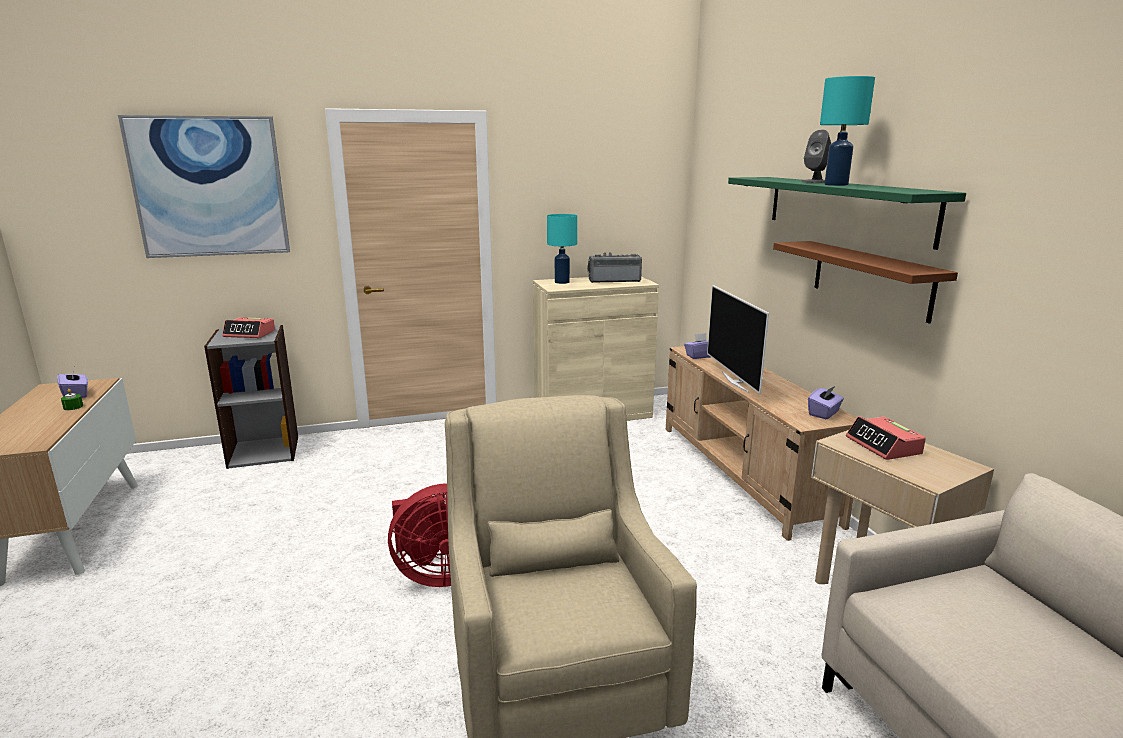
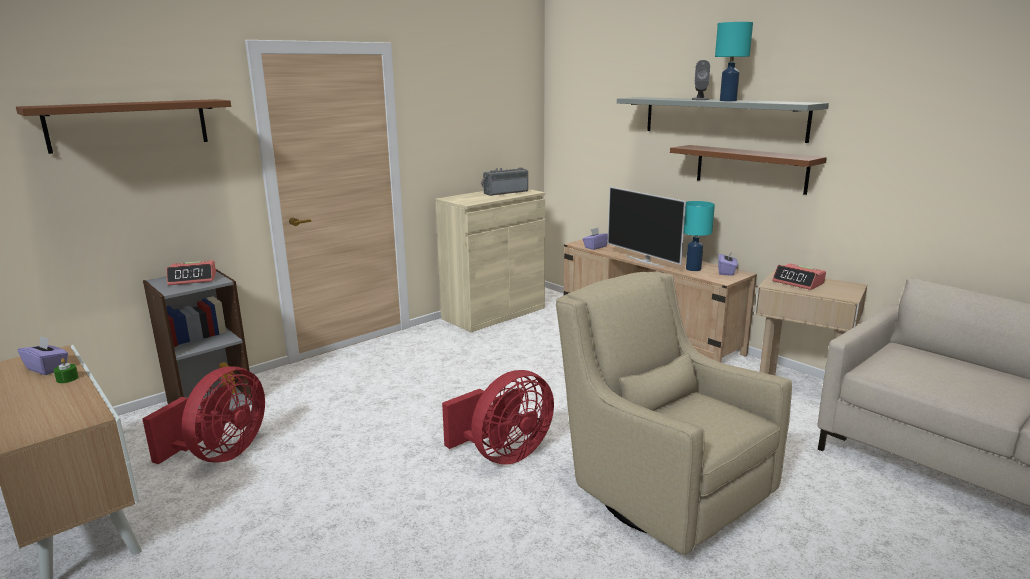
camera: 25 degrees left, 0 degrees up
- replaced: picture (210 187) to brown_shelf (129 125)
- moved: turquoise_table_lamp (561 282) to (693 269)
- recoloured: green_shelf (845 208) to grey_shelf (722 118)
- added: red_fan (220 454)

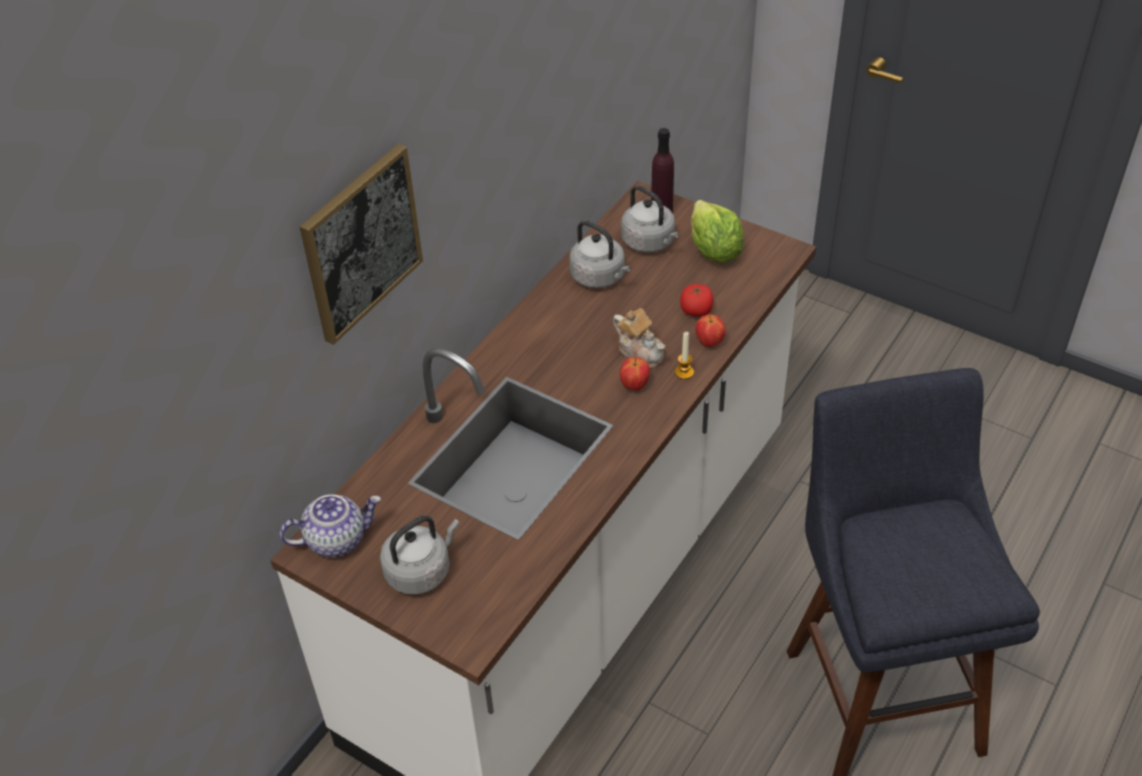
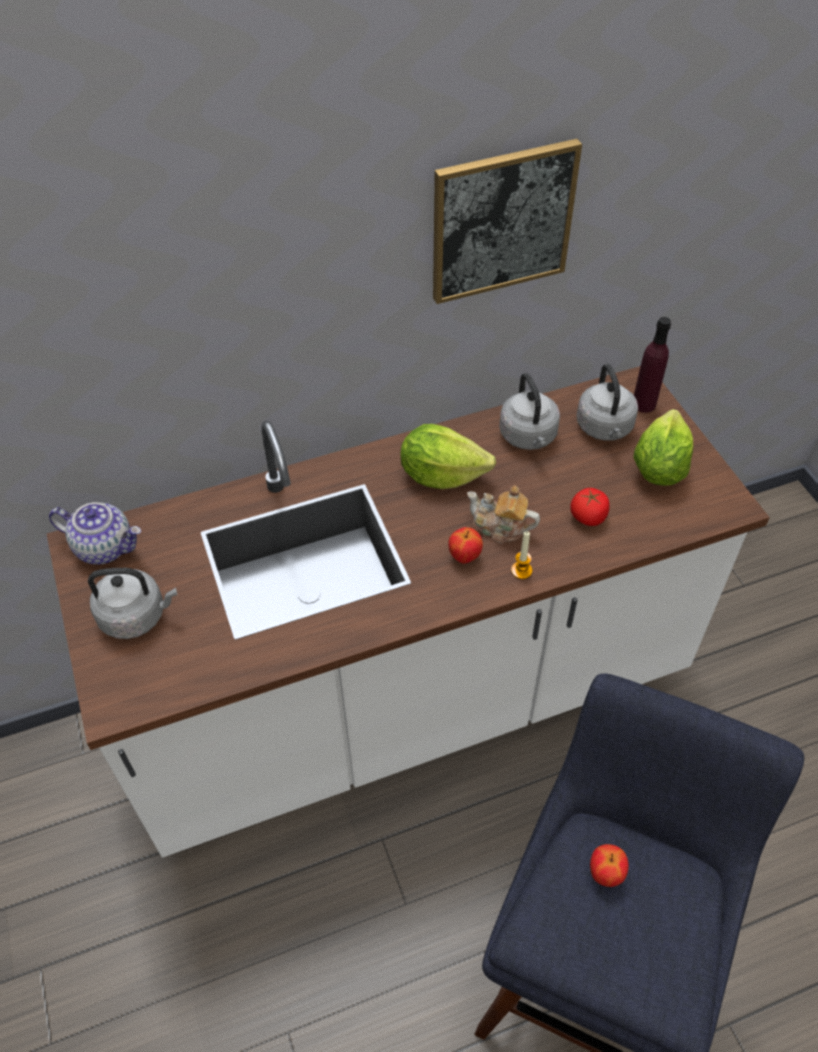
camera: 35 degrees right, 5 degrees up
- moved: picture (361 243) to (501 221)
- turned: teapot (640 351) = (500 527) 120 degrees clockwise
- moved: apple (709 343) to (605 873)
- added: lettuce (441 475)

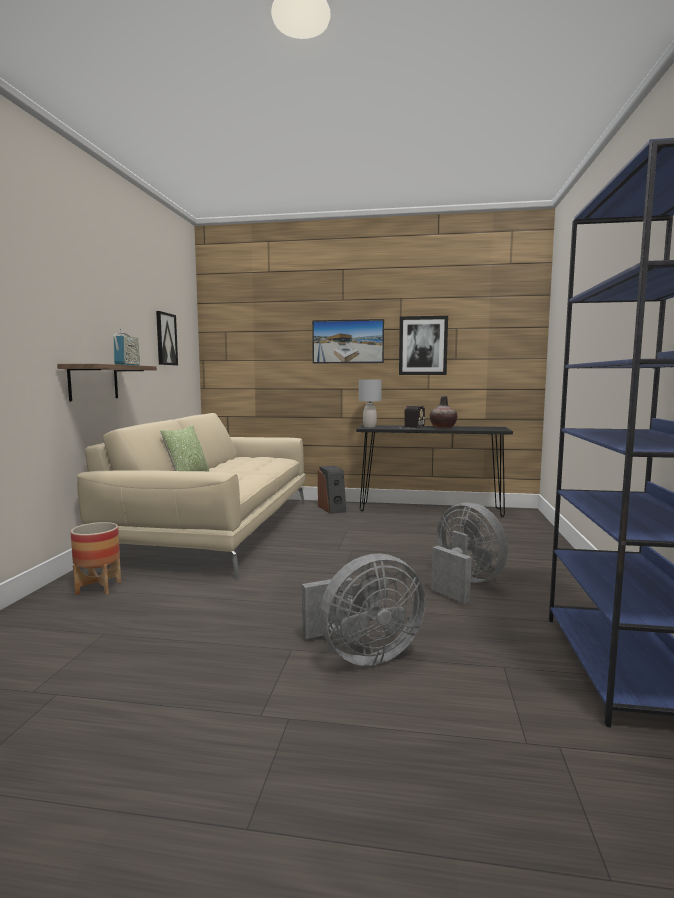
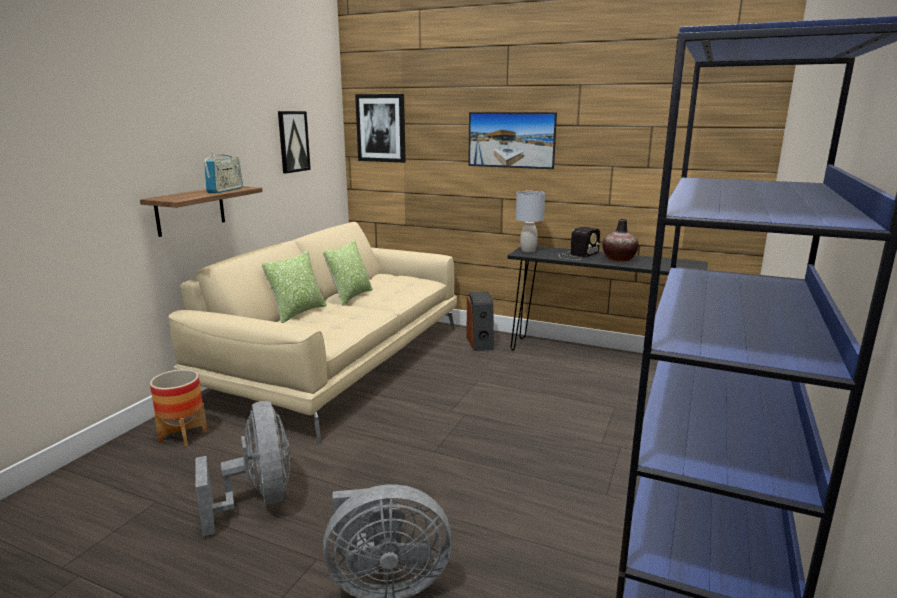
camera: 15 degrees right, 10 degrees up
- moved: picture (423 345) to (381 128)
- moved: grey_fan (464 584) to (258 499)
- added: pillow (350 296)

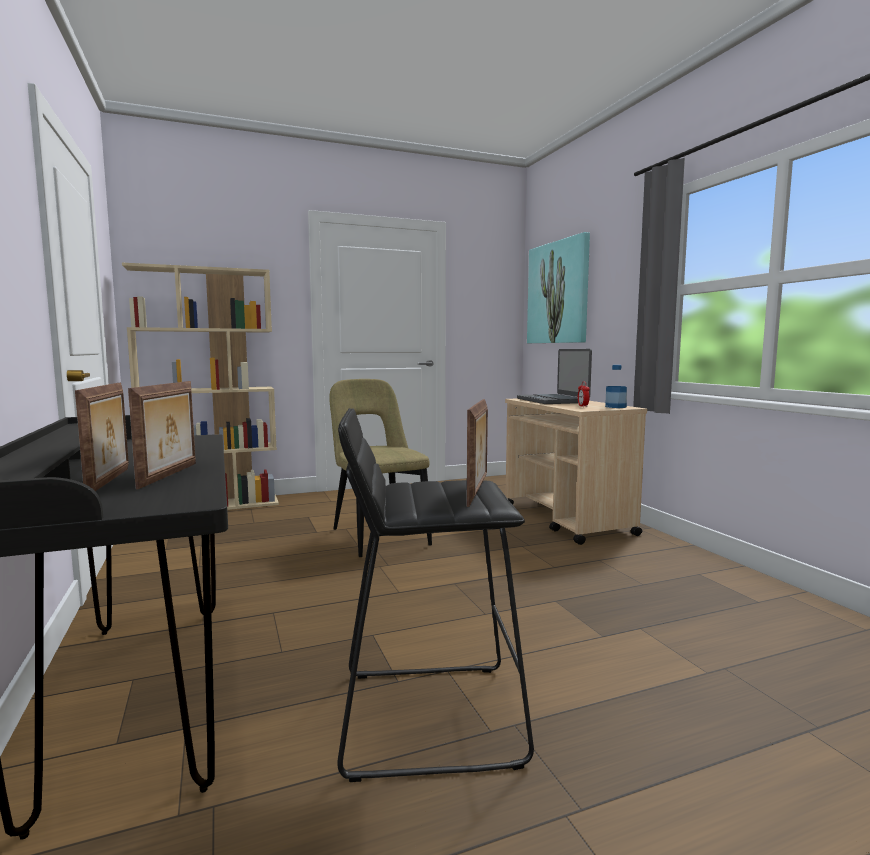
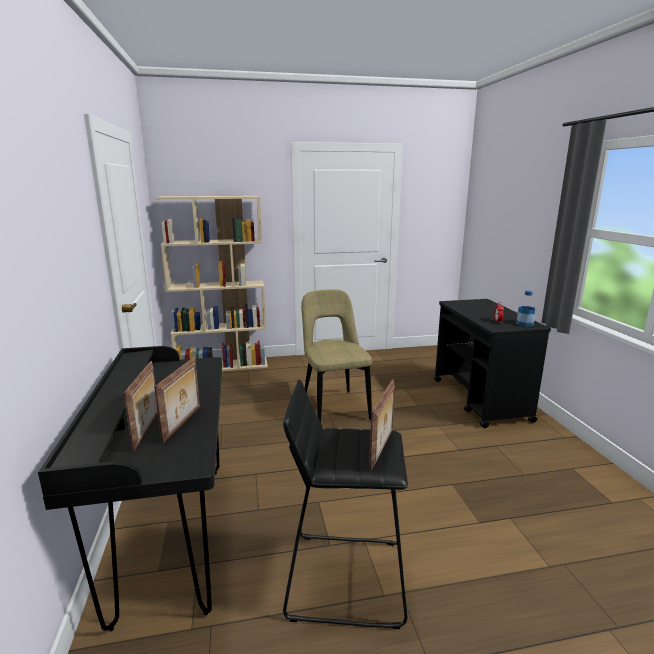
camera: 10 degrees right, 10 degrees up
- recoloured: beige_cart (567 520) to black_cart (480 400)
- removed: laptop (552 400)
- removed: picture (558 293)

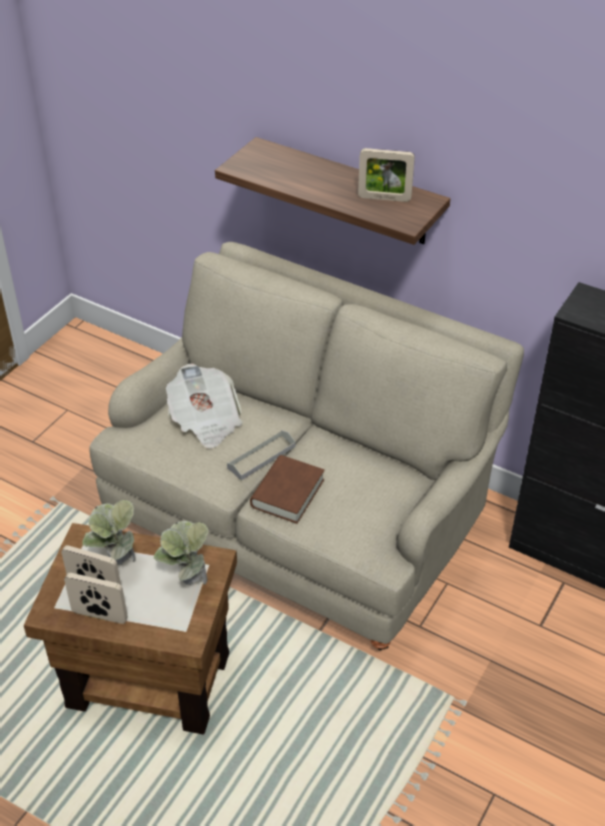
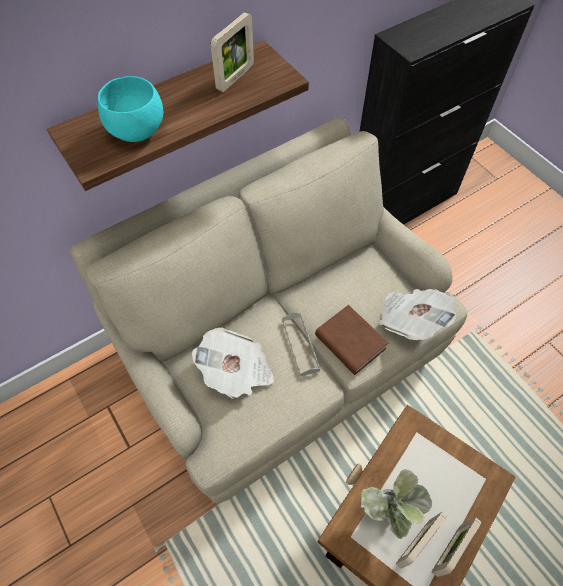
camera: 65 degrees left, 15 degrees up
- removed: potted_plant (188 582)
- added: turquoise_bowl (136 132)
- added: newspaper (410 320)

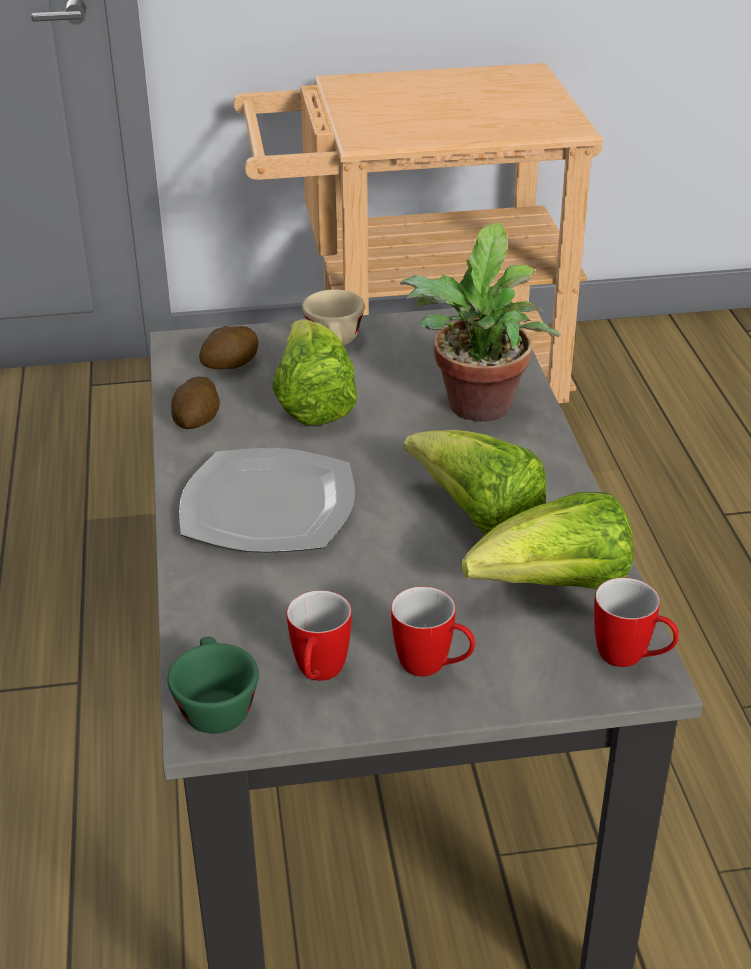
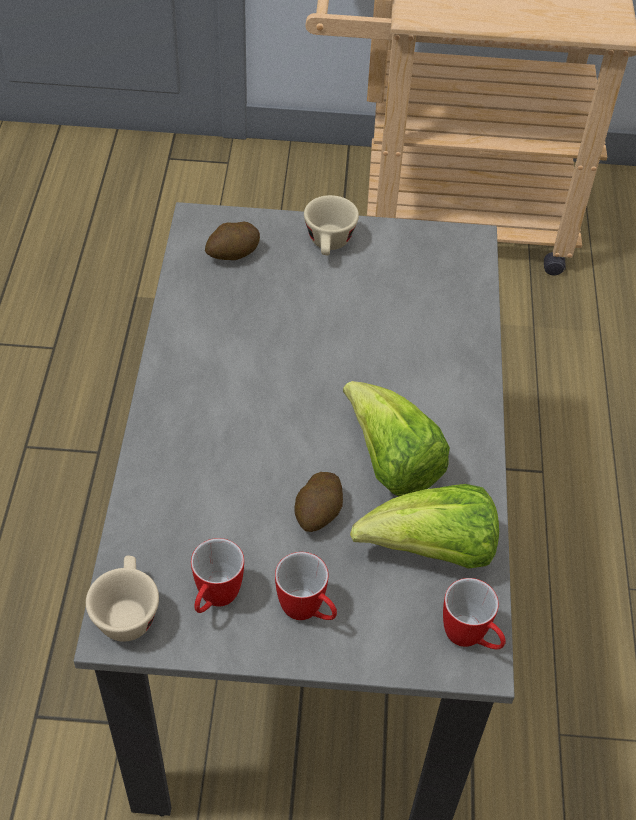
camera: 10 degrees right, 15 degrees up
- recoloured: green_cup (214 705) to beige_cup (126 611)
- moved: potato (197 421) to (318 513)
- removed: plate (269 507)
- removed: lettuce (313 402)
- removed: potted_plant (476 410)

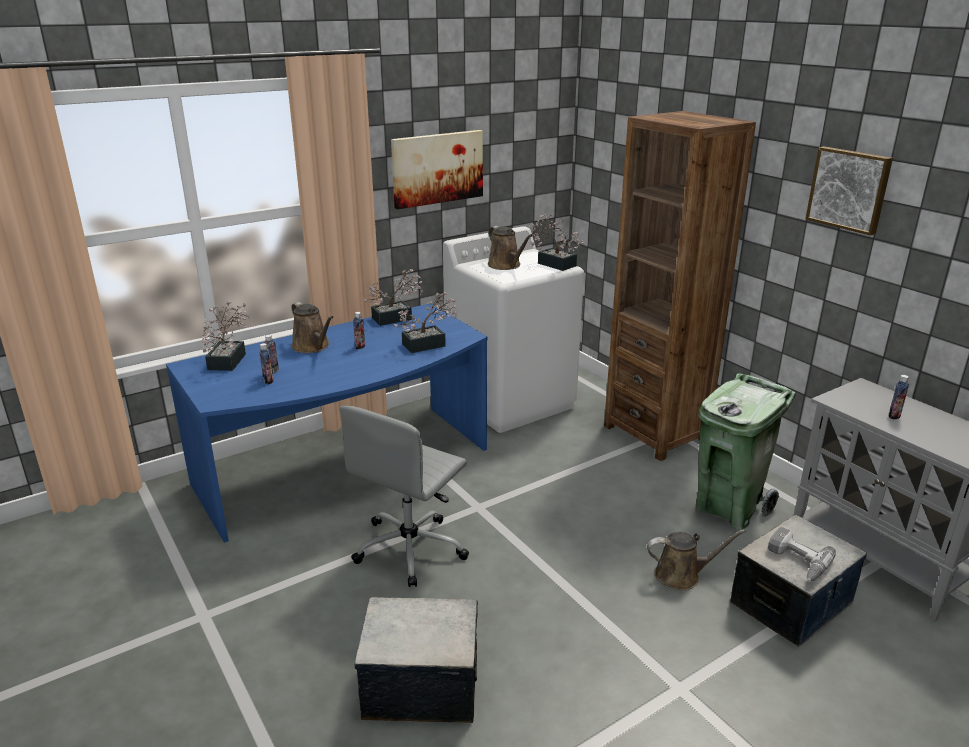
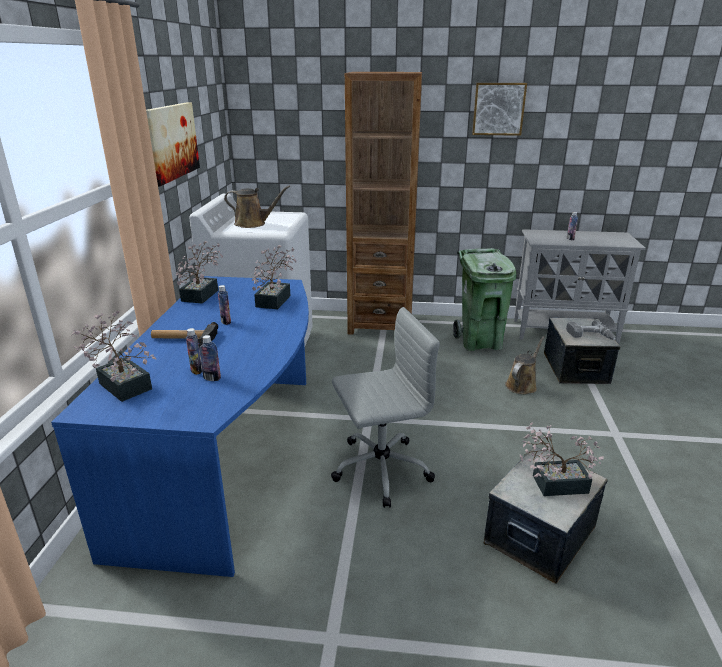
camera: 50 degrees left, 0 degrees up
- replaced: brown_watering_can (312 346) to hammer (183 339)
- turned: grey_office_chair (411 548) = (379 469) 90 degrees counterclockwise
- moved: potted_plant (553 263) to (553 484)

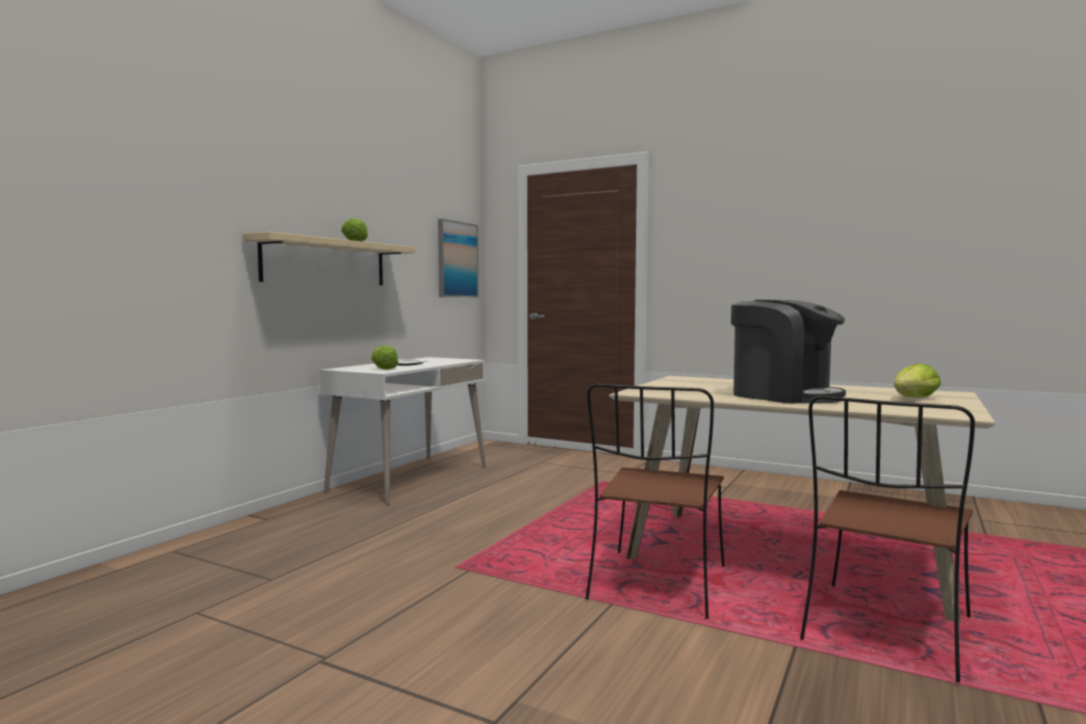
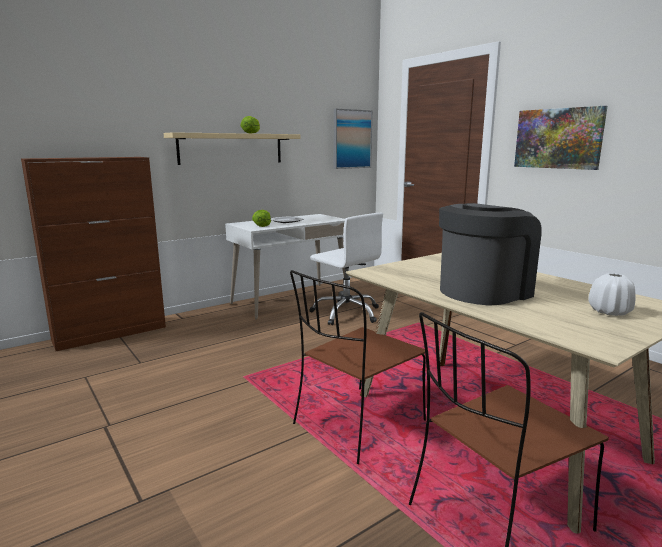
camera: 25 degrees right, 10 degrees up
- turned: coffee_machine (784 396) = (484 291) 105 degrees counterclockwise
- replaced: lettuce (914 398) to white_vase (609 312)
- added: brown_cabinet (111 333)
- added: white_office_chair (346 313)
- added: picture (558 138)

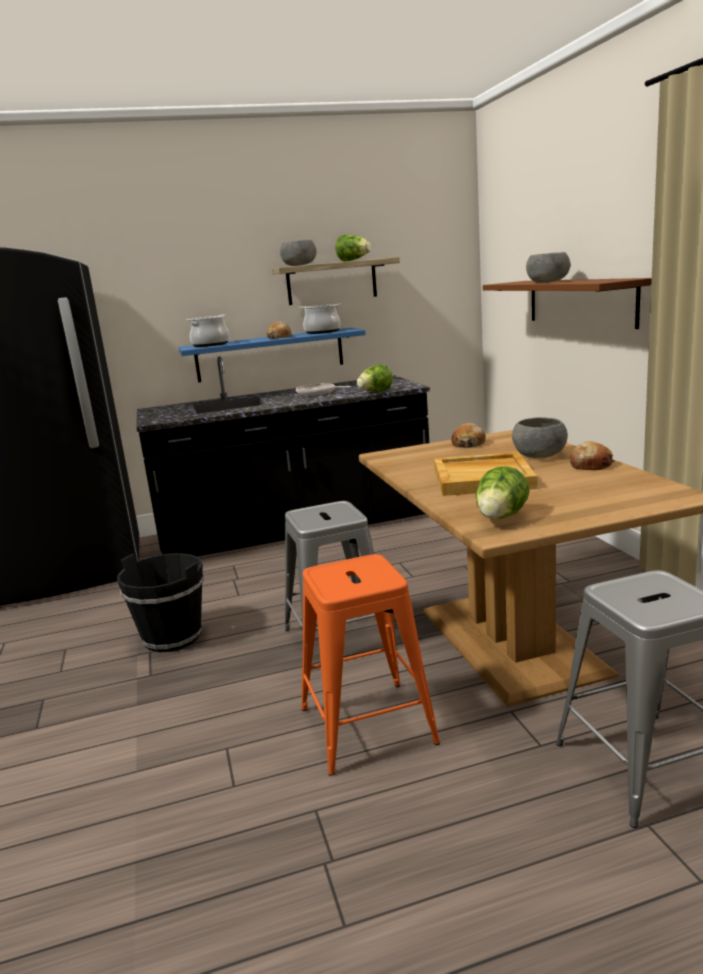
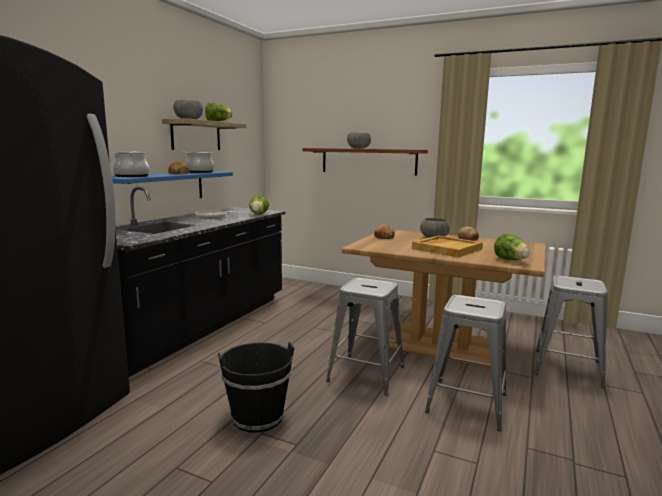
camera: 50 degrees left, 5 degrees down
- recoloured: orange_stool (368 726) to grey_stool (467 403)

